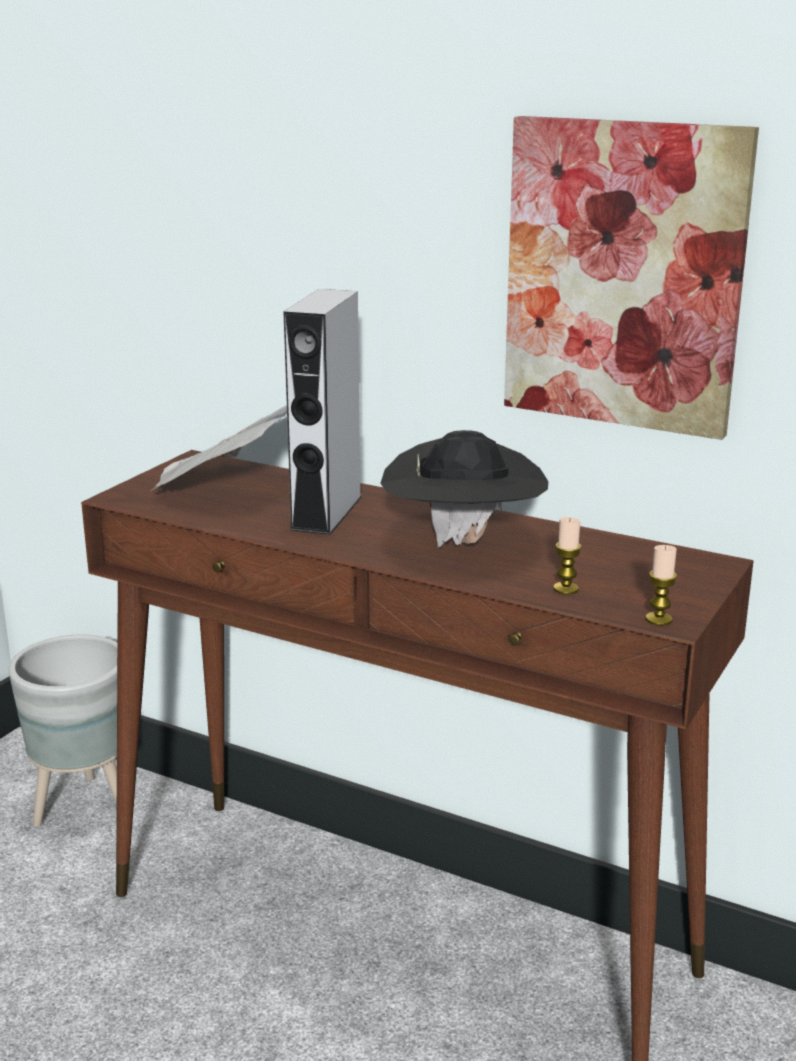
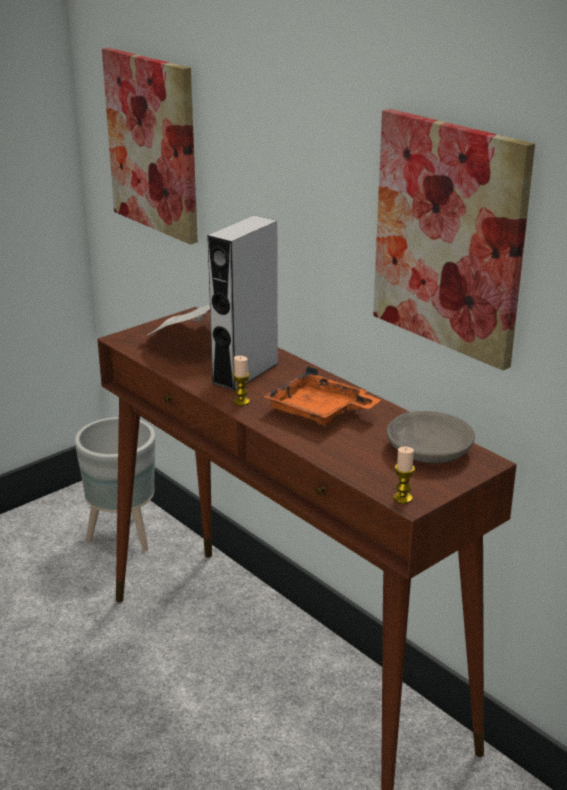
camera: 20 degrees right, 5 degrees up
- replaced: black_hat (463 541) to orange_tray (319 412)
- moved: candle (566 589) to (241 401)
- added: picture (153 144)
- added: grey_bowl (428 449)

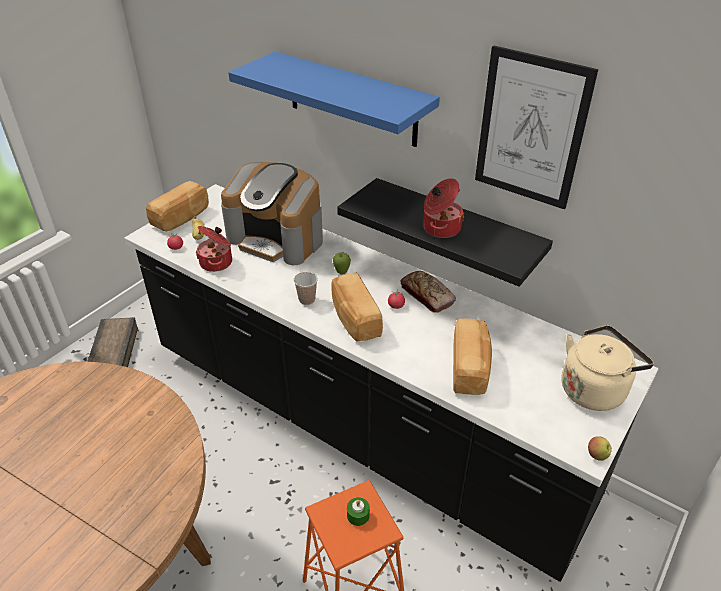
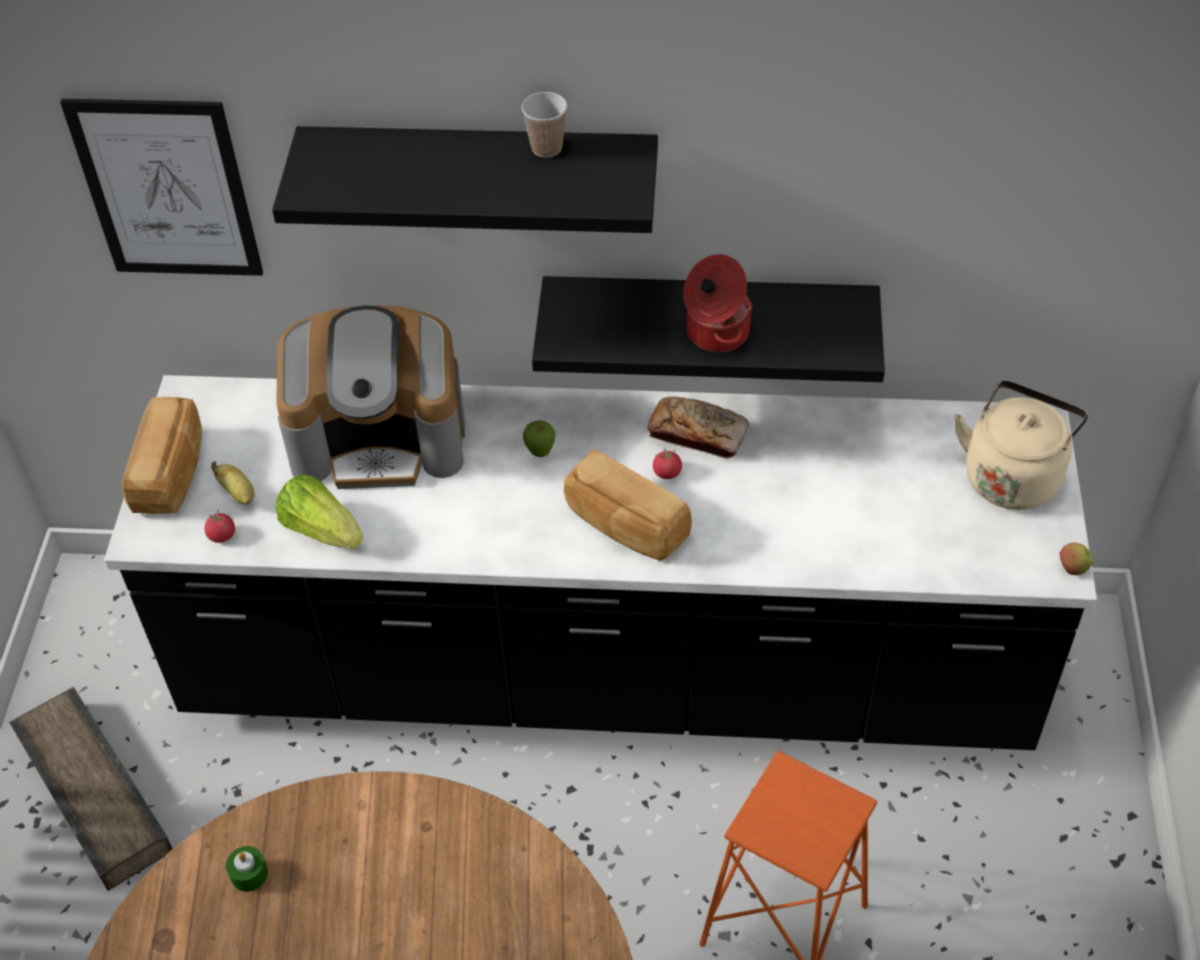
camera: 30 degrees left, 10 degrees up
- replaced: cooking_pot (217 262) to lettuce (321 530)
- recoloured: blue_shelf (352 99) to black_shelf (479 170)
- moved: cup (307 300) to (546 148)
- moved: green_candle (358 515) to (249 874)
- removed: bread (470 368)
- moved: picture (531 129) to (167 189)

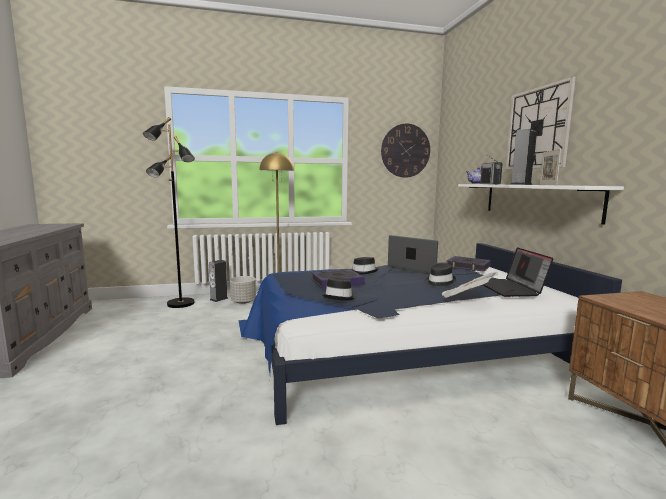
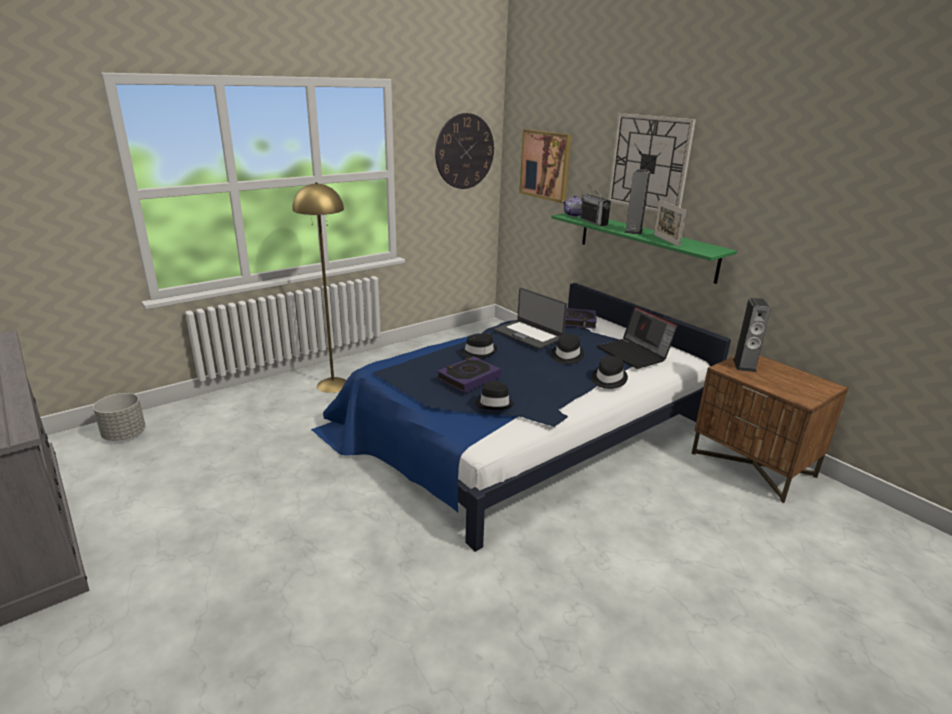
camera: 25 degrees left, 15 degrees up
- removed: black_floor_lamp (180 304)
- moved: speaker (219 299) to (744 365)
- moved: grey_planter (243 302) to (125 434)
- turned: laptop (417 268) = (528 334) 150 degrees counterclockwise
- replaced: newspaper (466 299) to black_hat (608 379)
- recoloured: white_shelf (537 200) to green_shelf (645 245)
- added: picture (545 165)

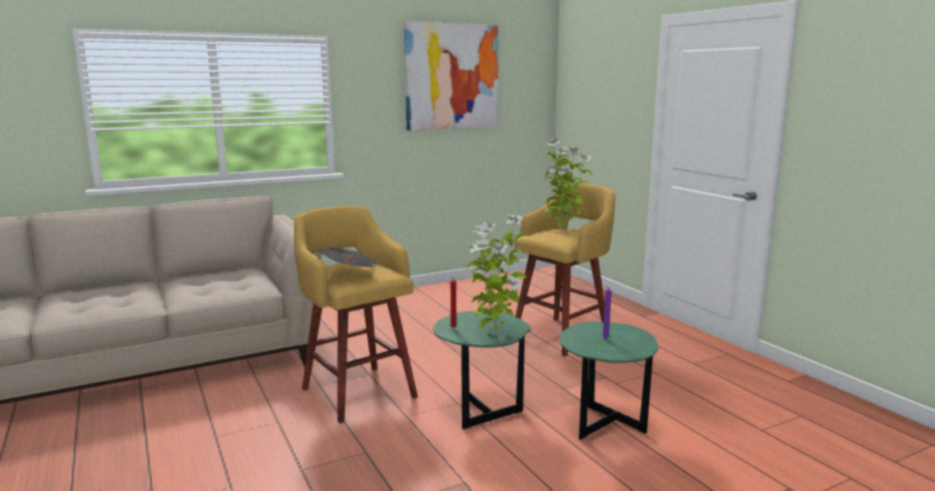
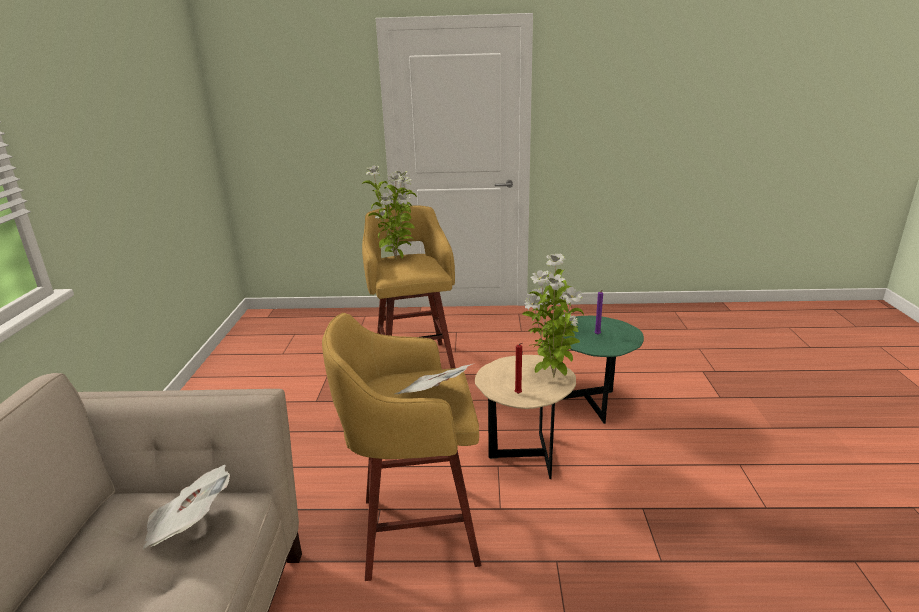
camera: 60 degrees left, 10 degrees up
- removed: picture (452 77)
- recoloured: green_side_table (480 411) to beige_side_table (523 457)
- added: newspaper (190 524)

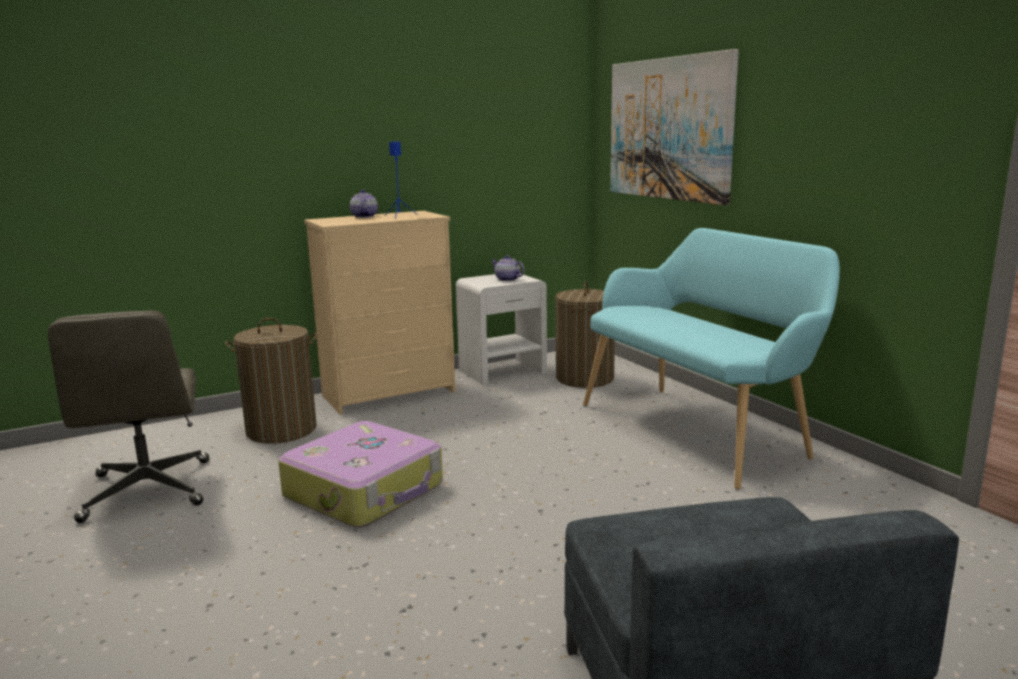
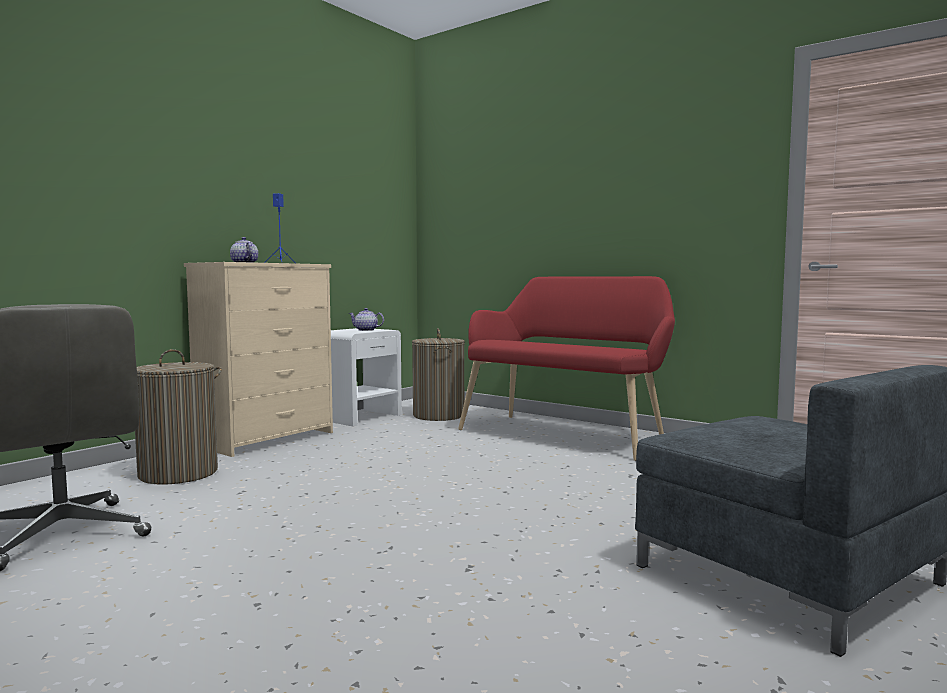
camera: 25 degrees left, 10 degrees down
- removed: suitcase (366 491)
- recoloured: turquoise_bench (699 429) to red_bench (566 434)
- removed: picture (669 129)

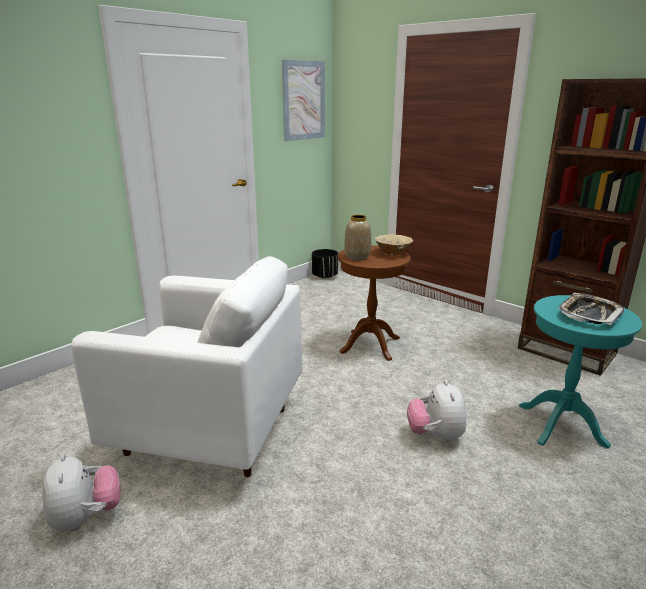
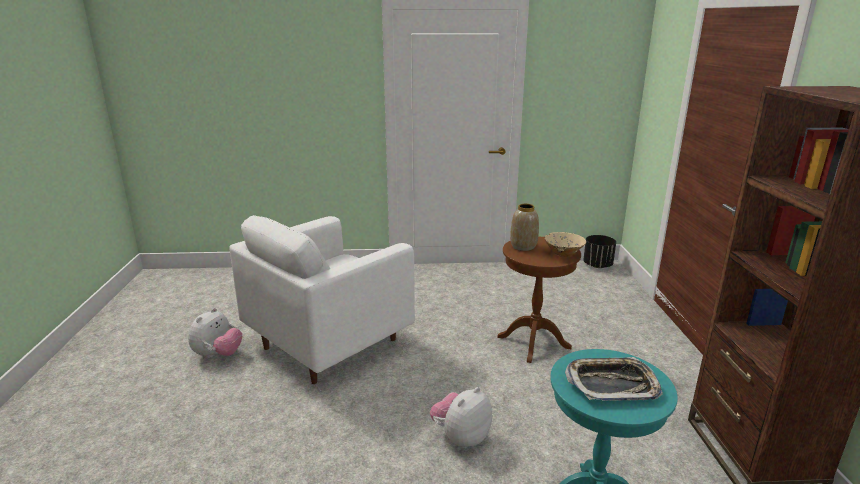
camera: 45 degrees right, 0 degrees up
- turned: white_armchair (209 431) = (330 344) 75 degrees clockwise
- removed: picture (303 100)

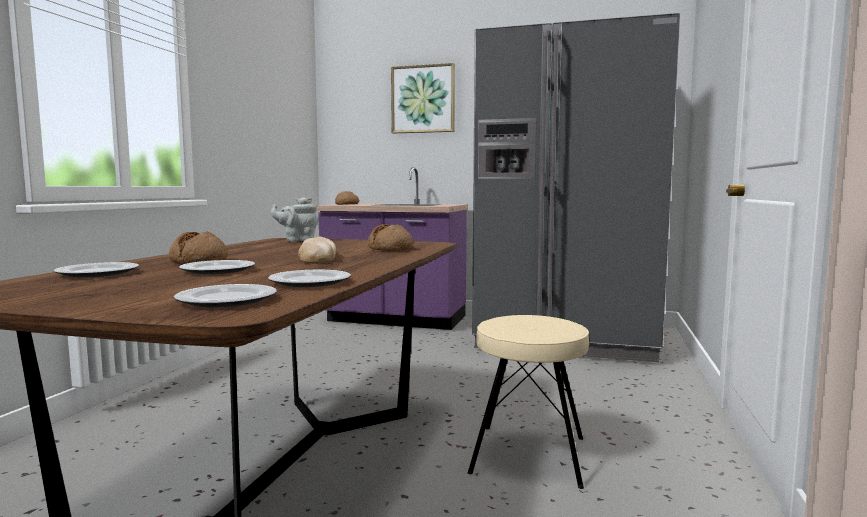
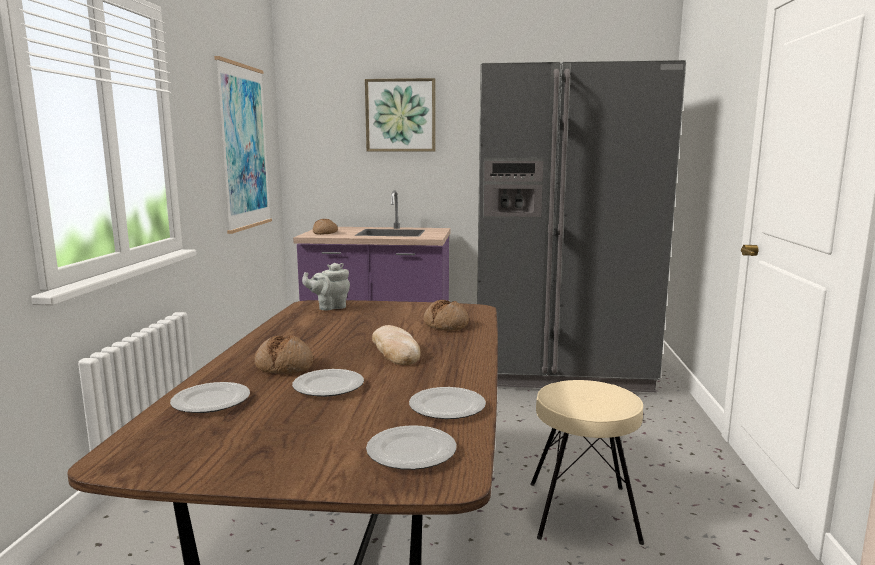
camera: 10 degrees left, 5 degrees up
- added: picture (244 147)

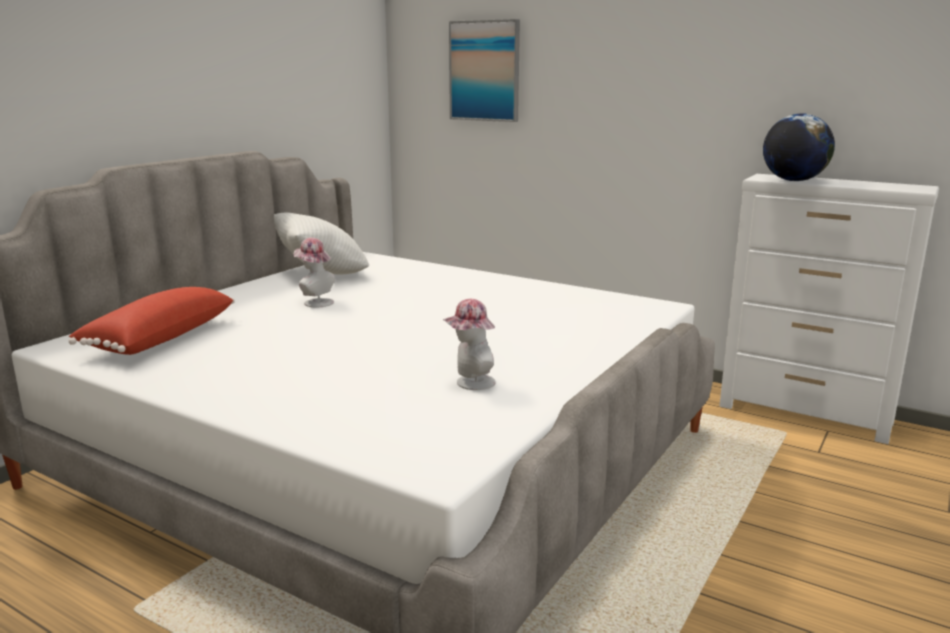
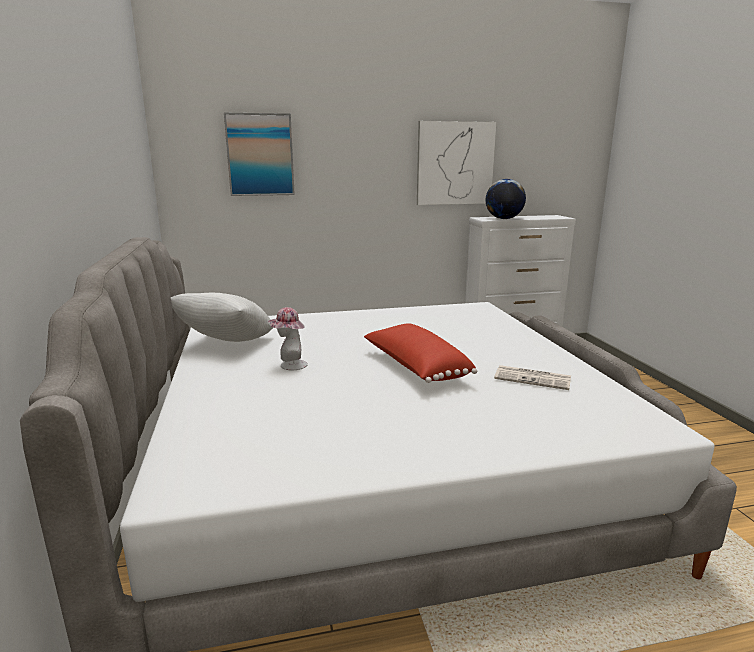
camera: 45 degrees left, 0 degrees up
- moved: red_pillow (158 338) to (415 367)
- replaced: hat (471 383) to newspaper (533 378)
- added: picture (455 163)

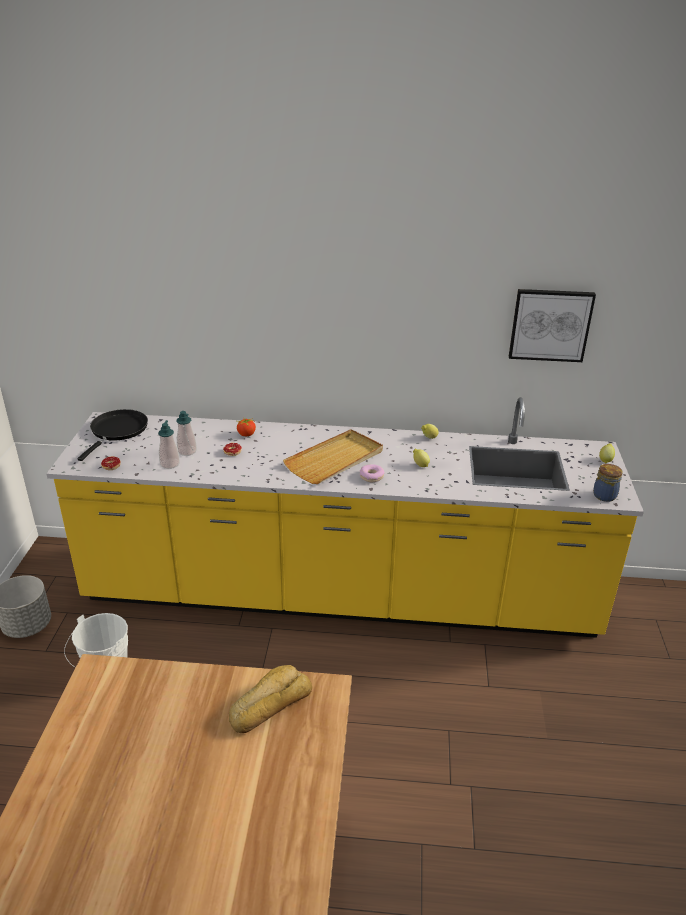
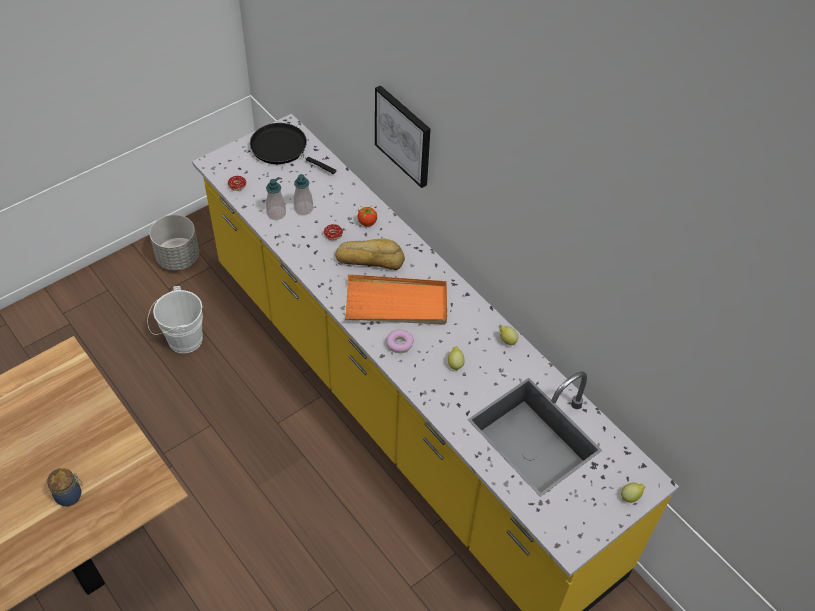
camera: 45 degrees right, 20 degrees up
- turned: black_frying_pan (117 431) = (283 149) 120 degrees counterclockwise
- moved: bread (269 704) to (370 258)
- recoloured: beige_tray (335 460) to orange_tray (396 303)
- moved: picture (550 325) to (404 135)
- moved: jar (604 495) to (70 495)

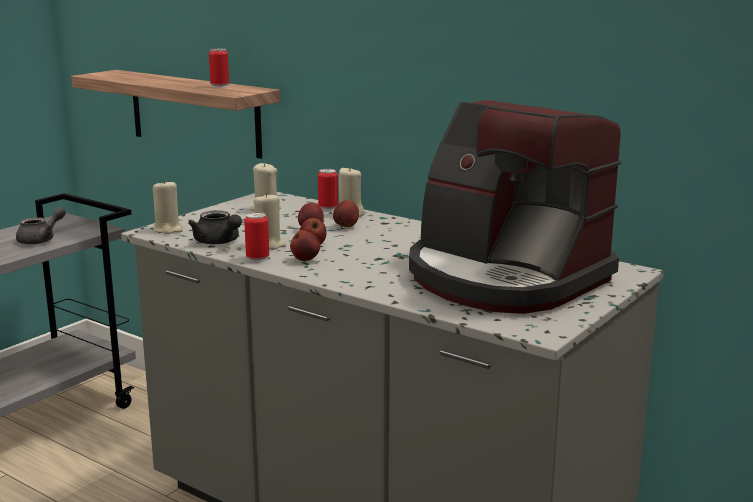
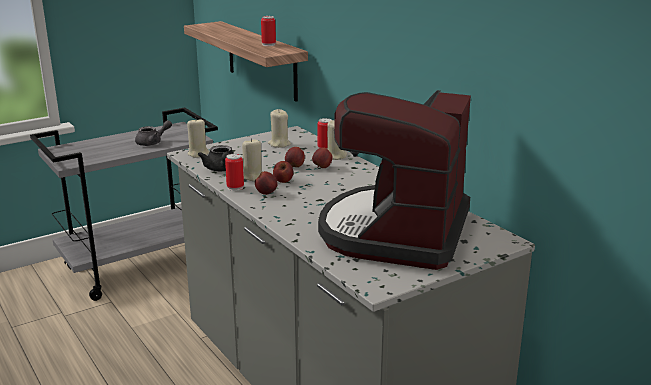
camera: 20 degrees right, 5 degrees up
- turned: coffee_machine (504 278) = (396 232) 45 degrees clockwise

